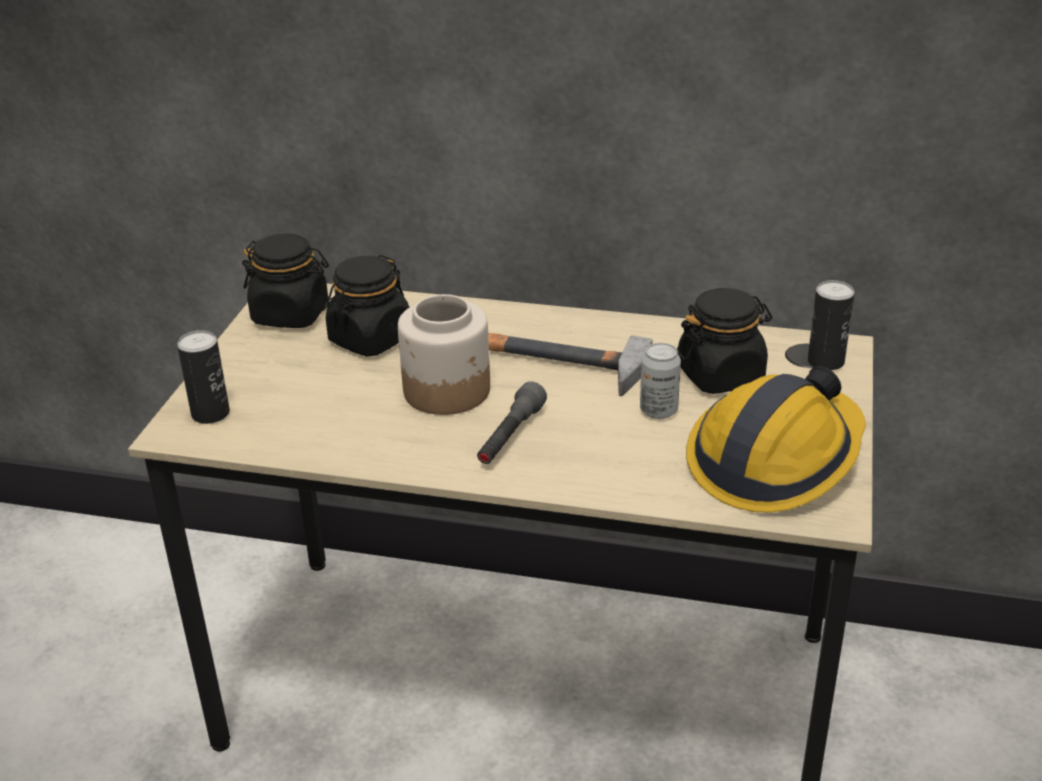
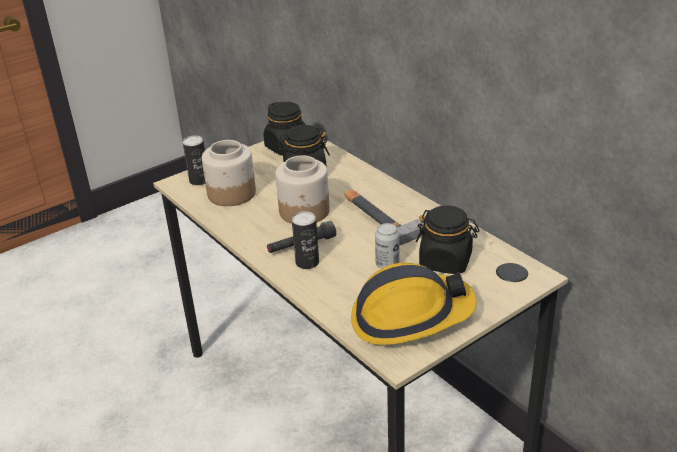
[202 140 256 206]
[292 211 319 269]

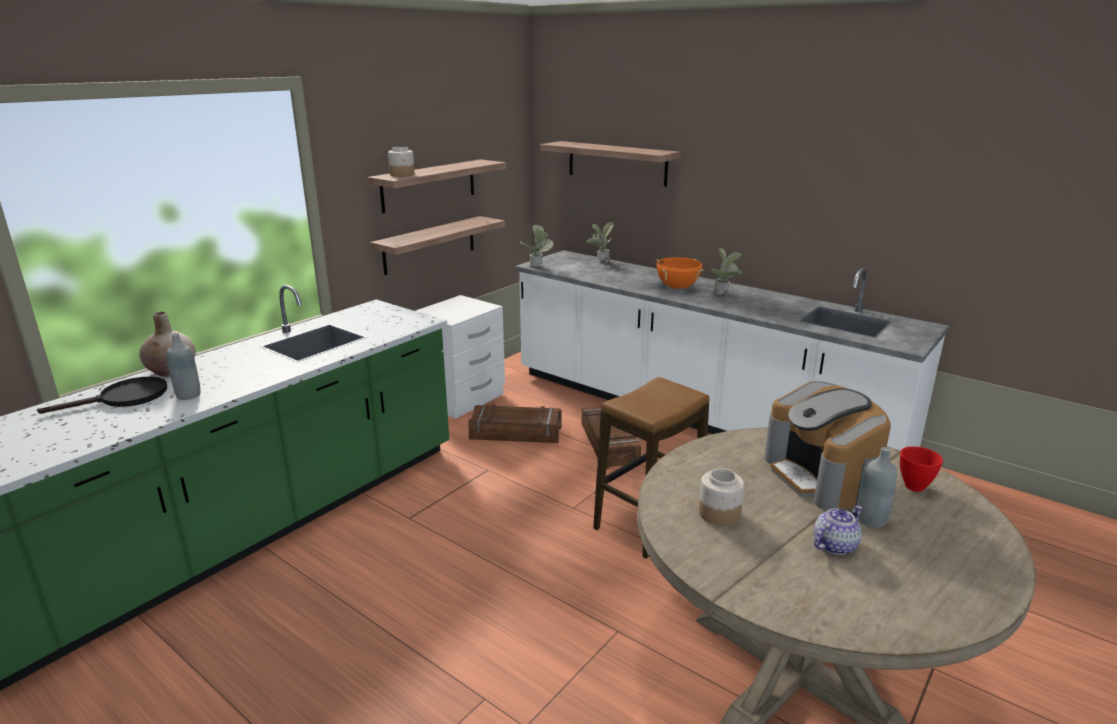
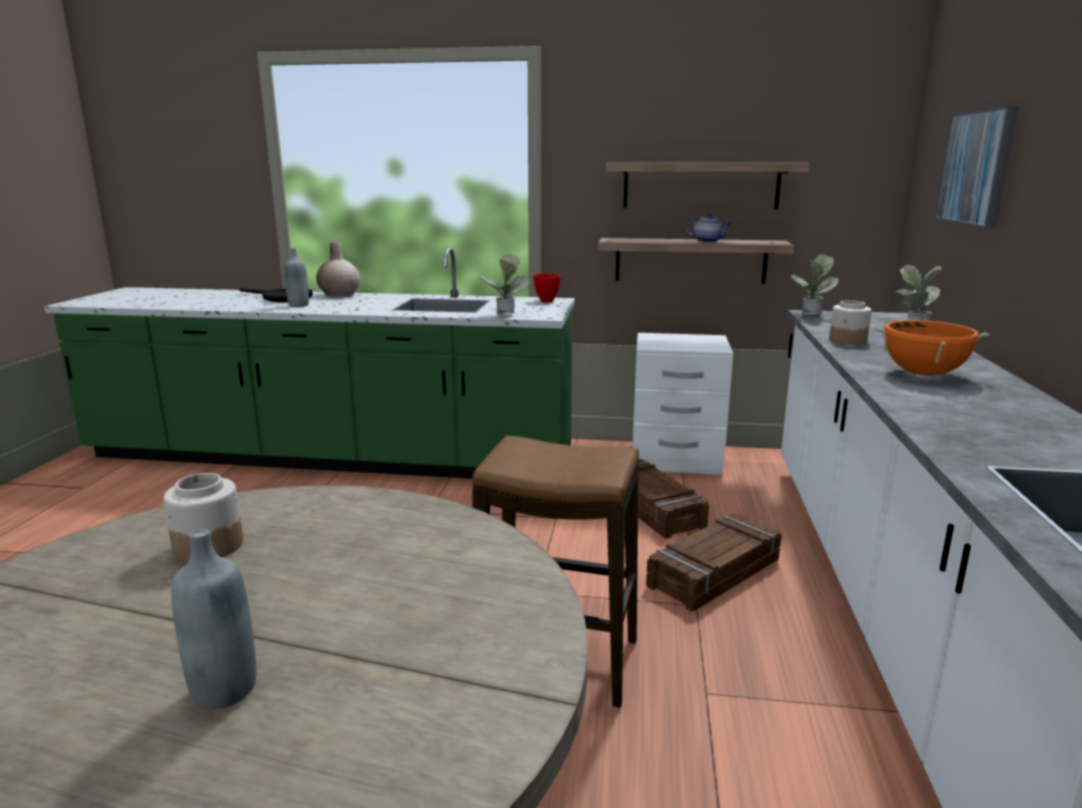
[764 381 891 511] (first image)
[829 300 872 345]
[481 254 529 315]
[685 213 733 243]
[533 273 561 302]
[934 106 1019 229]

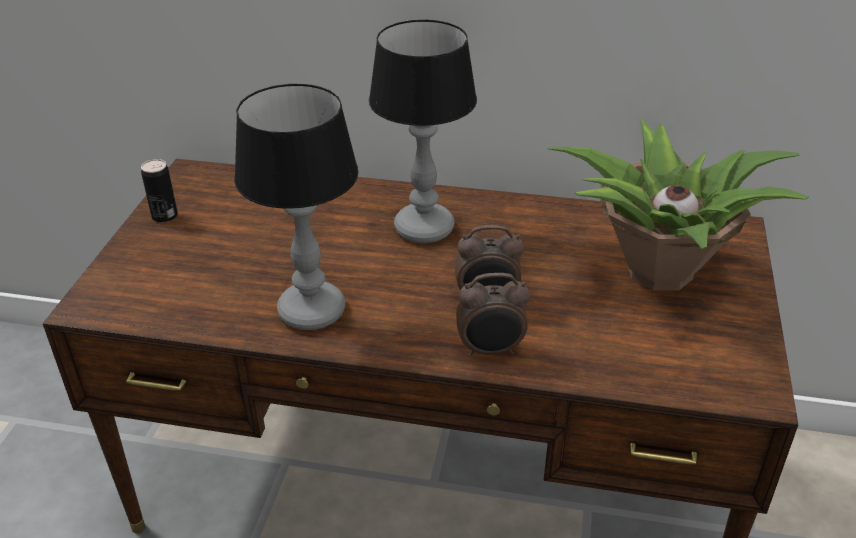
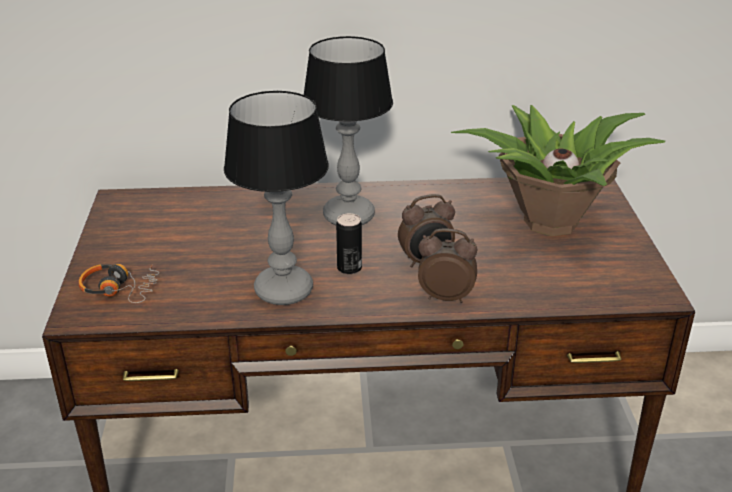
[79 264 159 303]
[336 213 362 274]
[418 228 477 303]

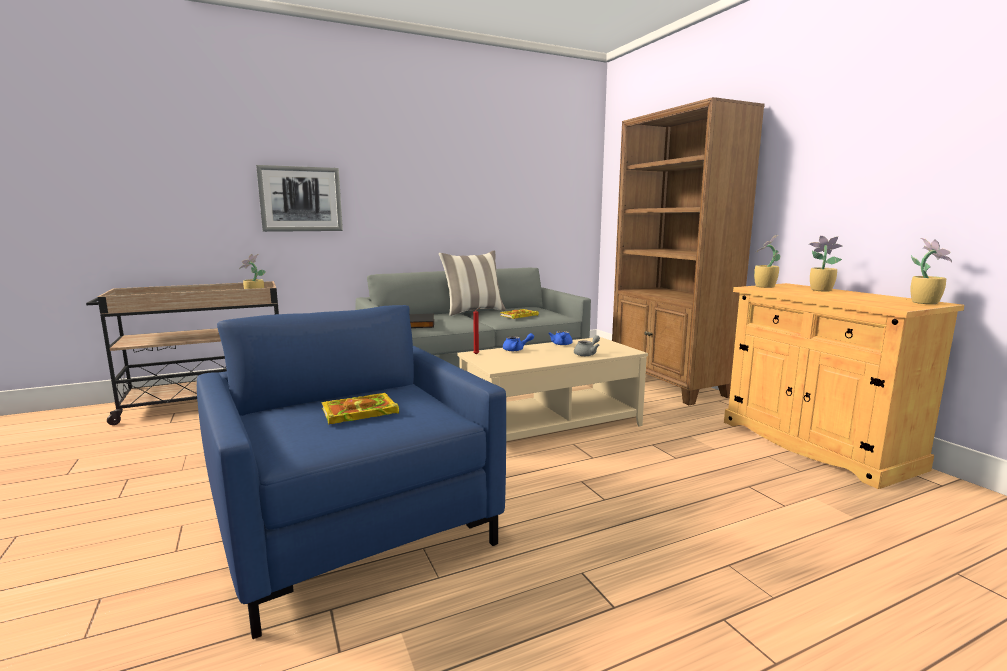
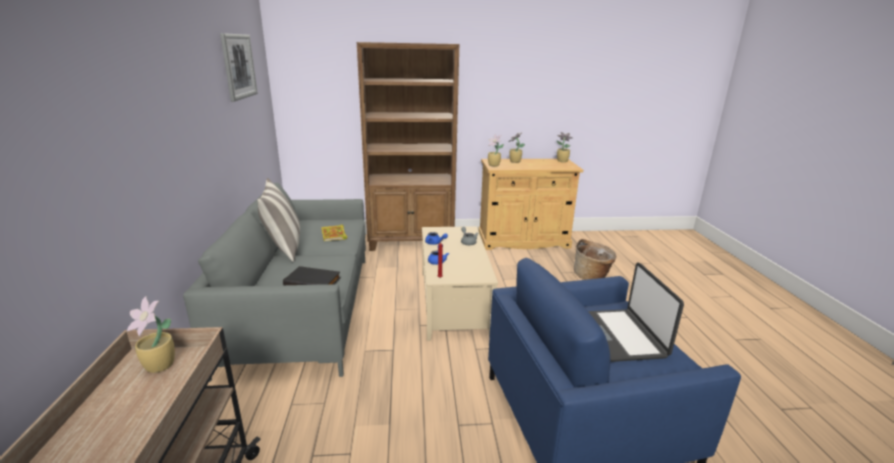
[574 239 616 280]
[220 33 258 102]
[588 262 684 362]

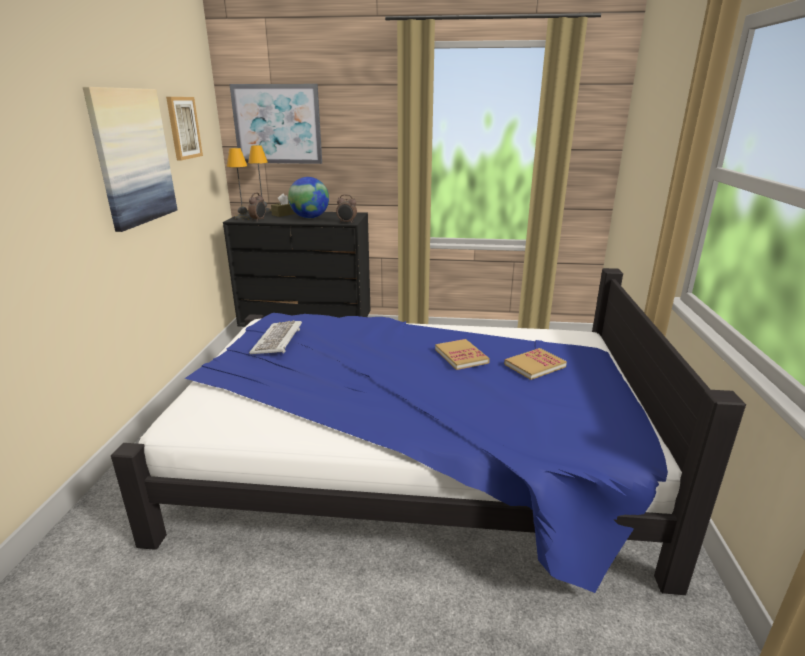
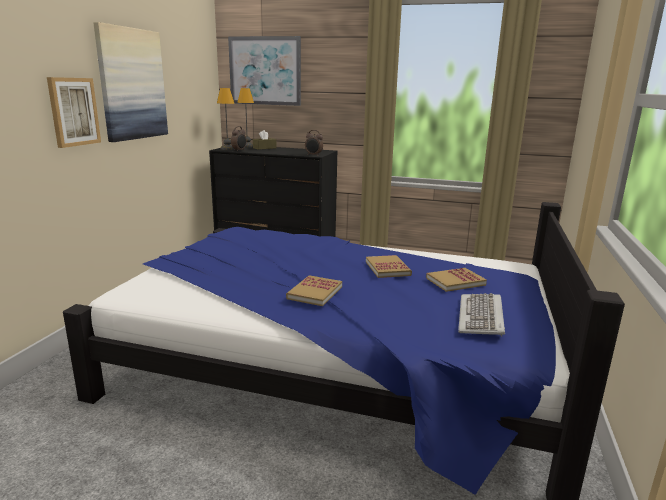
[288 177 329 218] (first image)
[286 275 342 306]
[47 77 101 148]
[458 293 505 336]

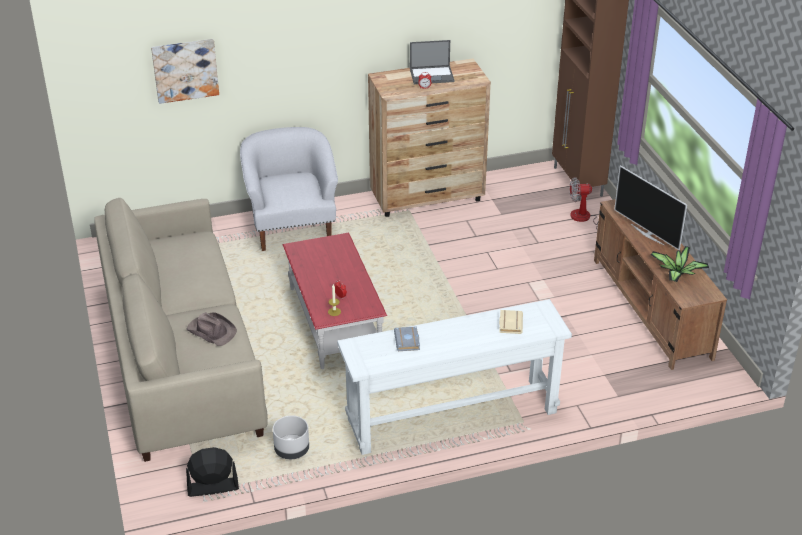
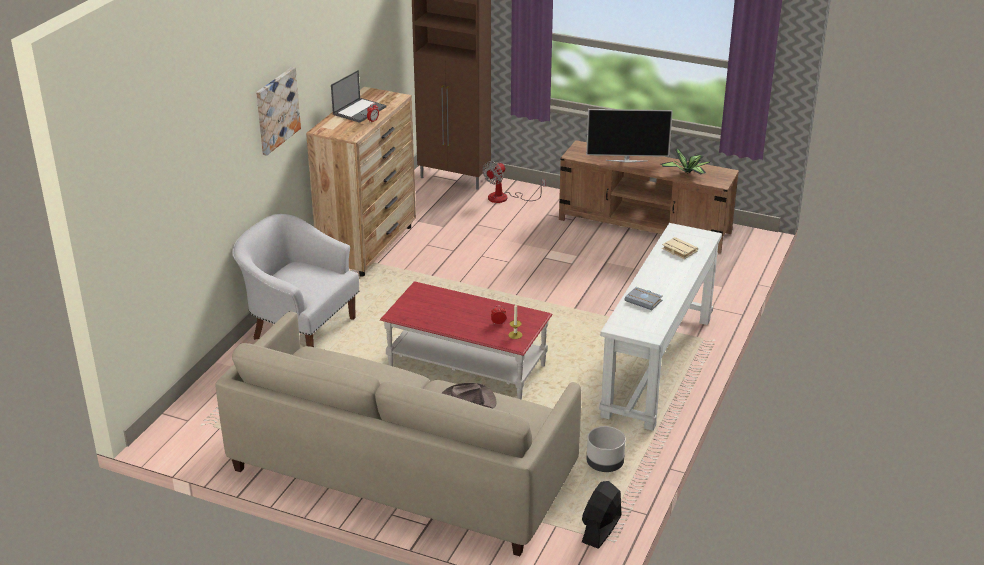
[256 67 301 156]

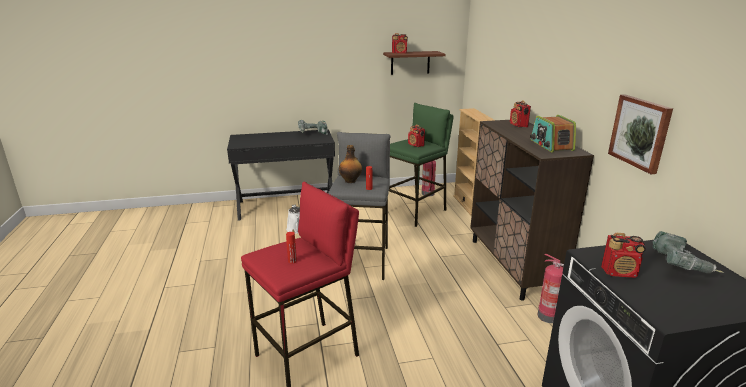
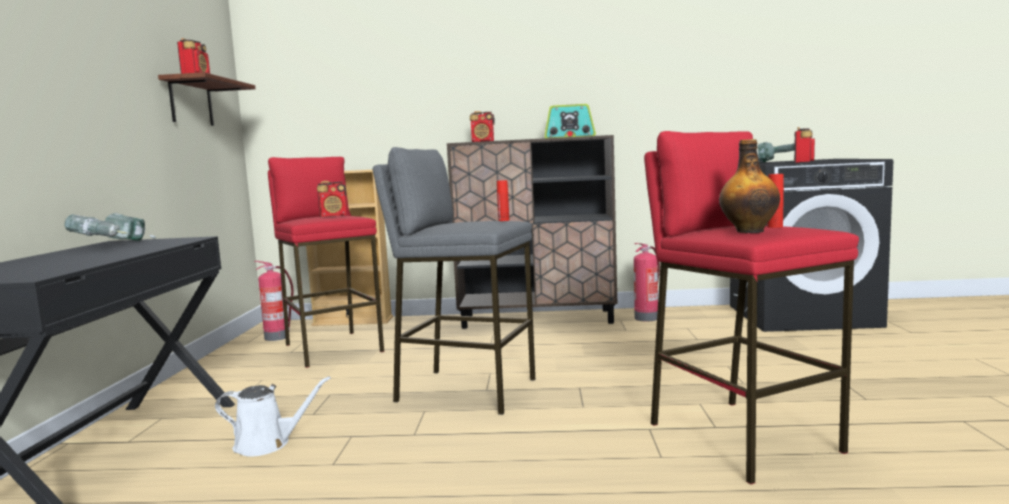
[608 94 673 174] (first image)
[719 139 780 233]
[268 157 384 368]

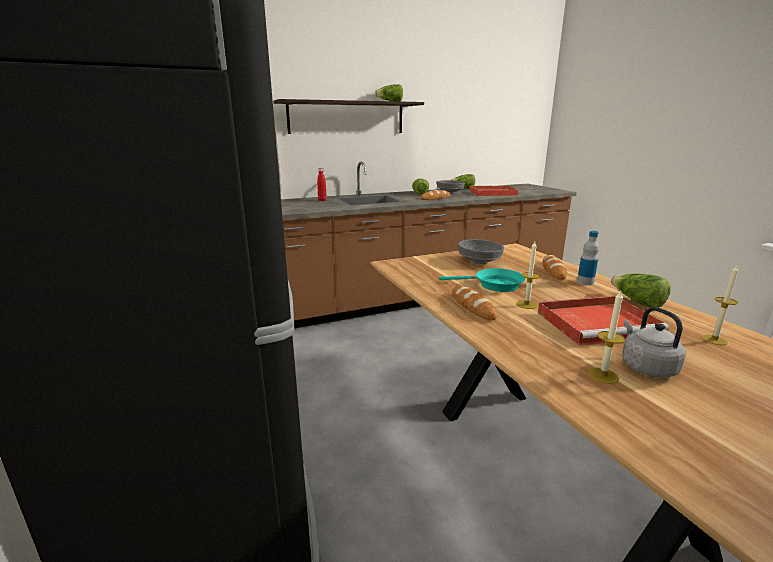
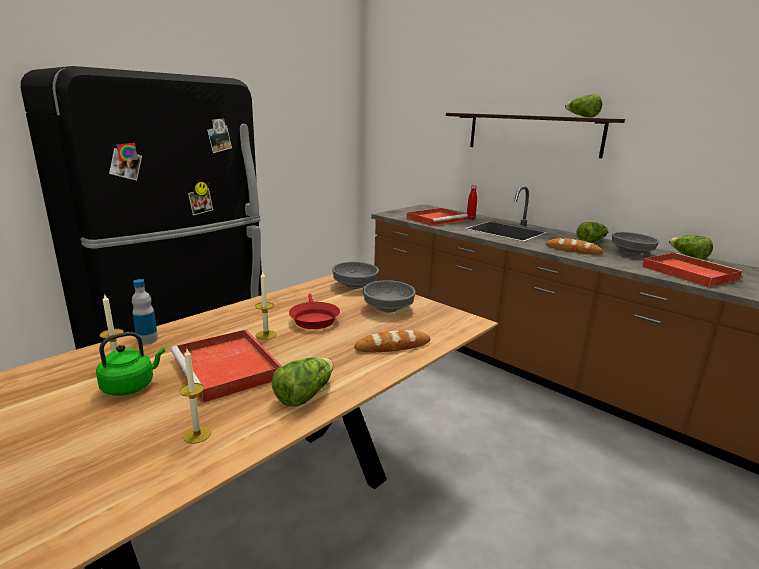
[452 286 497 320] (first image)
[332 262 379 289]
[406 208 468 226]
[132 279 158 345]
[289 294 340 329]
[96 332 165 396]

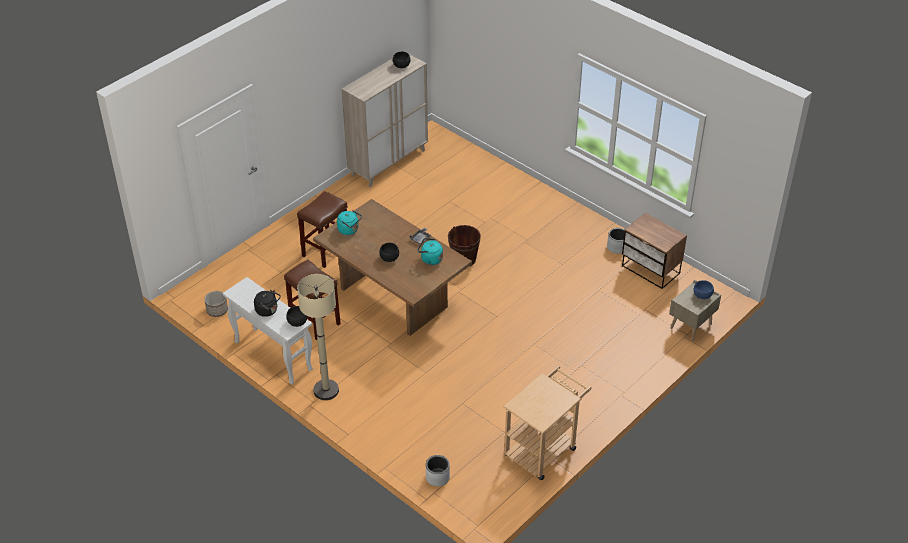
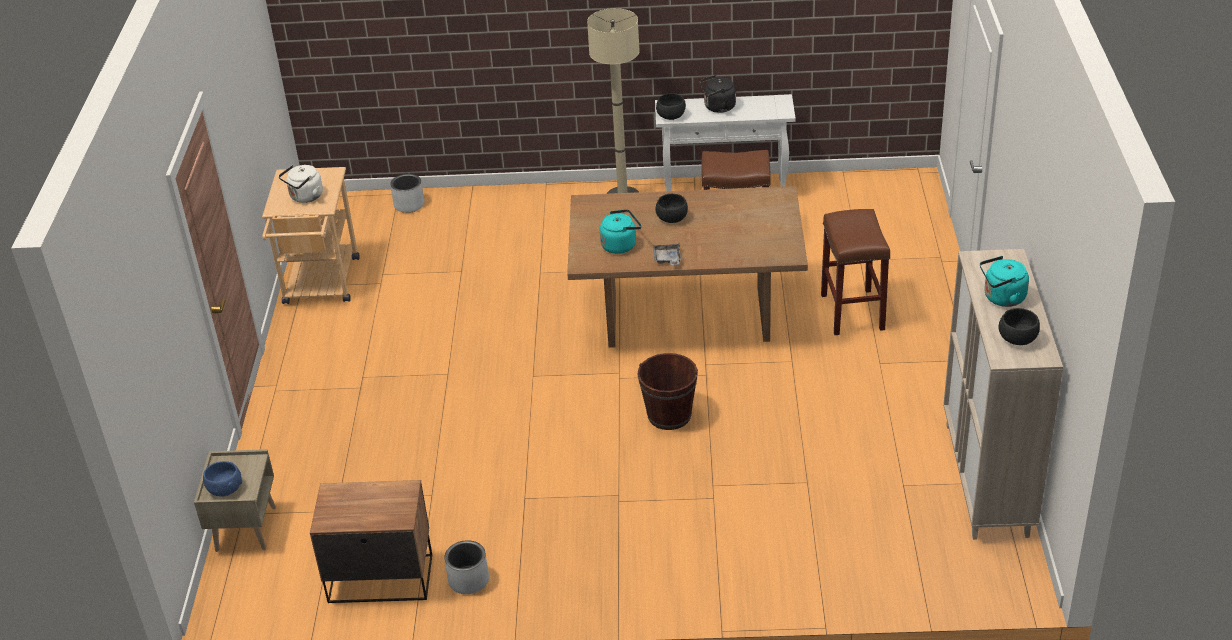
[204 291 228 317] (first image)
[278 165 323 203]
[980 256 1029 307]

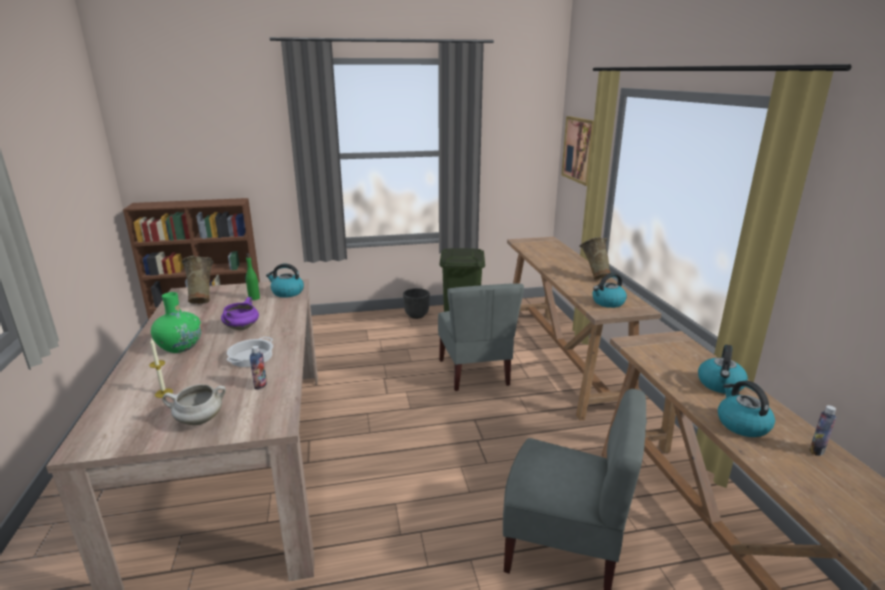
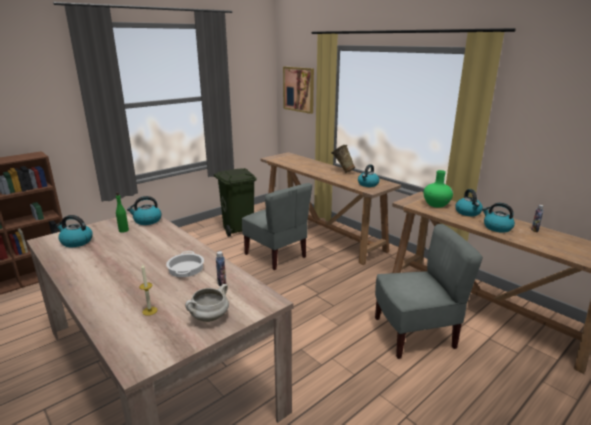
[221 297 259 330] (first image)
[403 288 430 319] (first image)
[424 170 453 208]
[55 215 93 247]

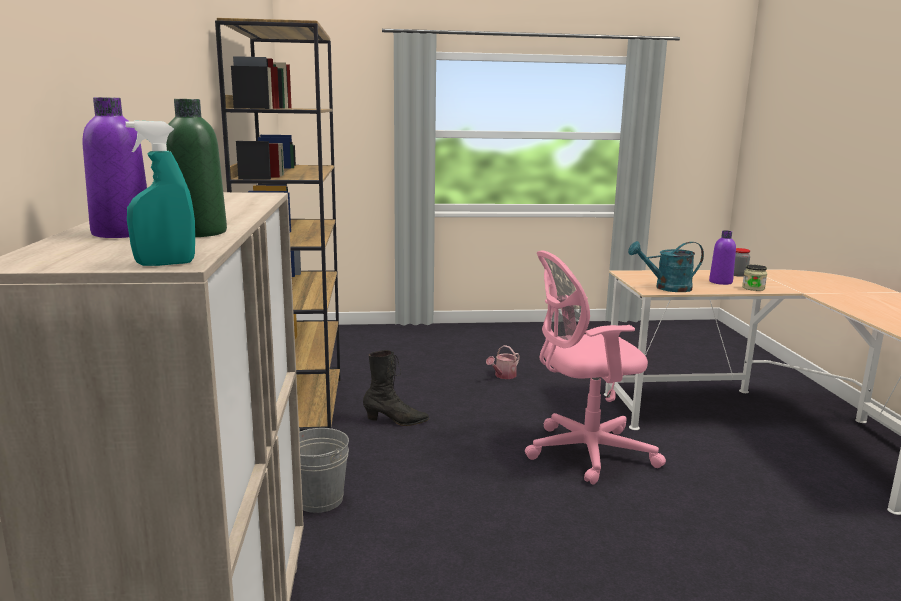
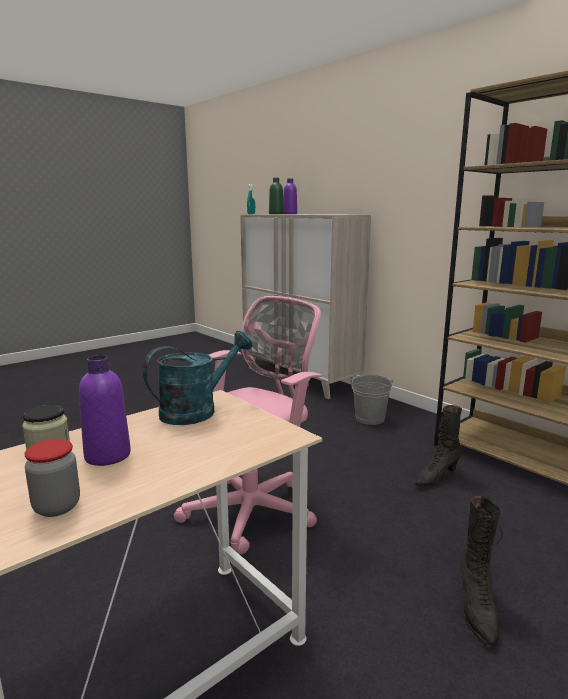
[461 495 502 647]

